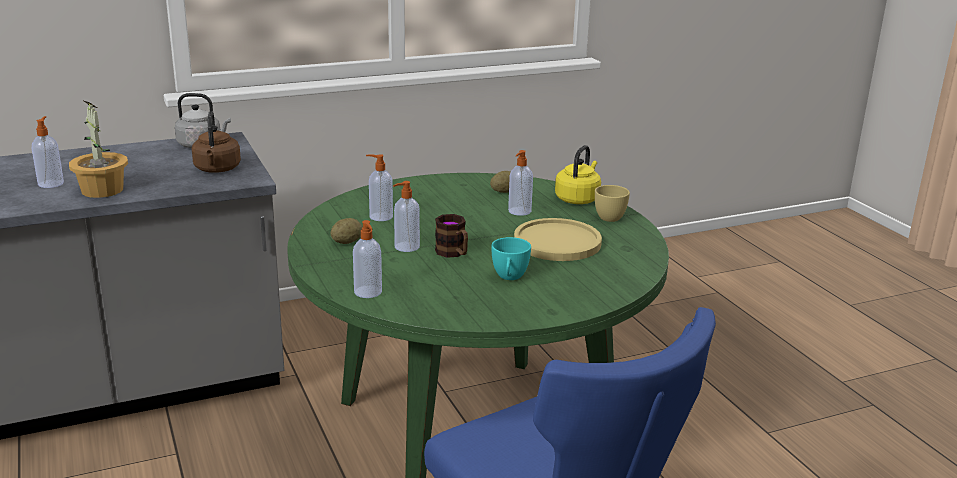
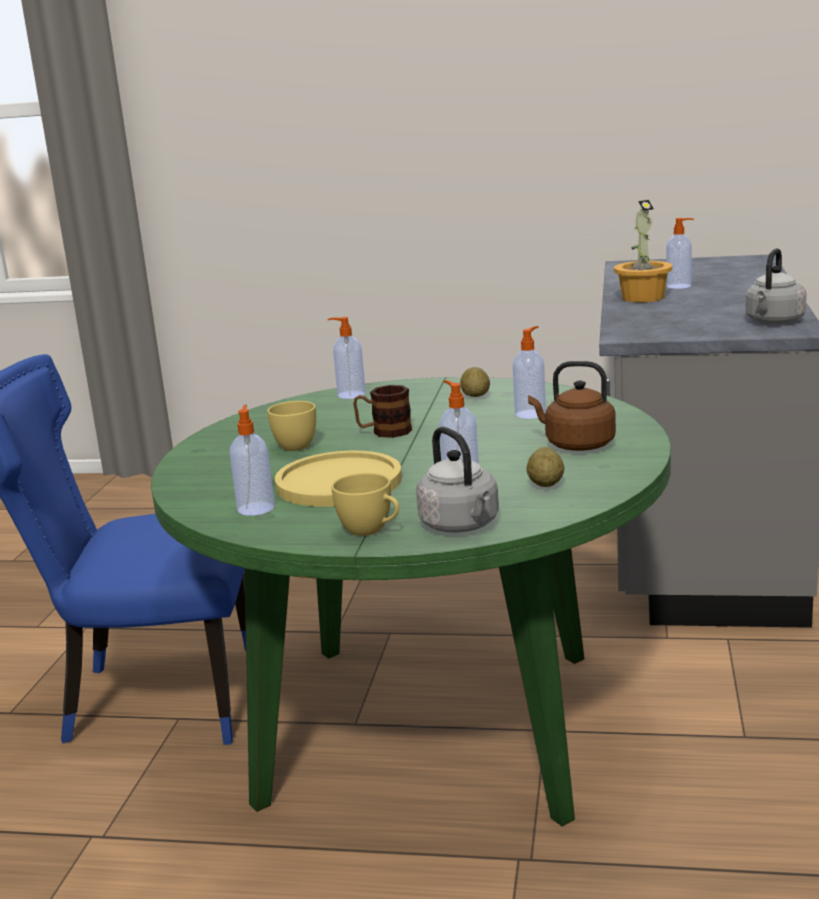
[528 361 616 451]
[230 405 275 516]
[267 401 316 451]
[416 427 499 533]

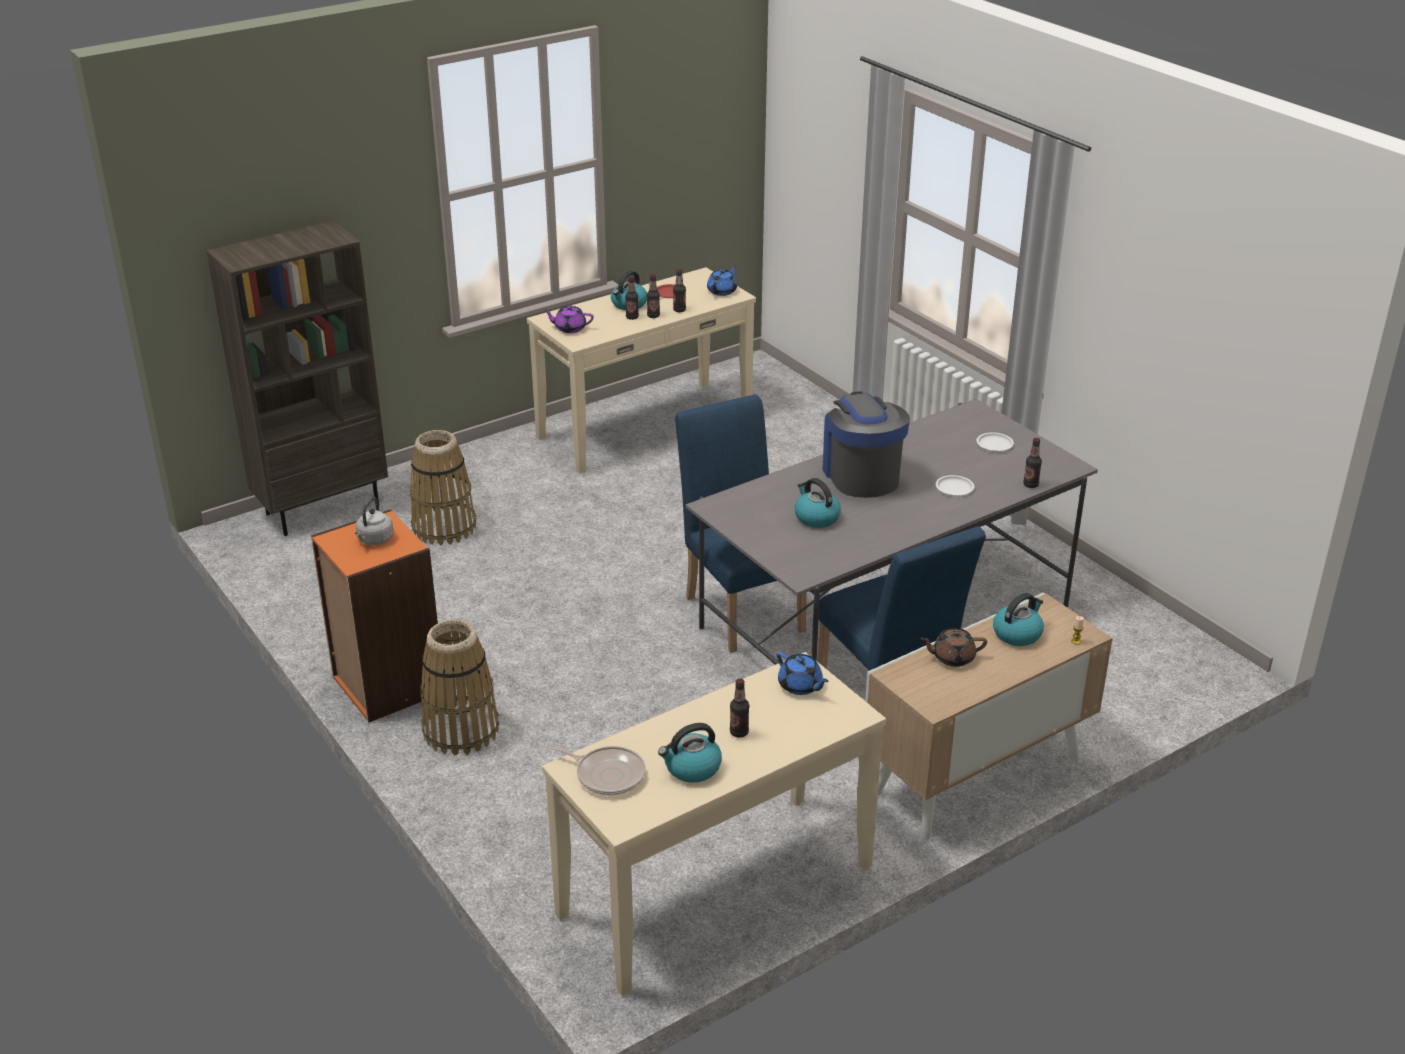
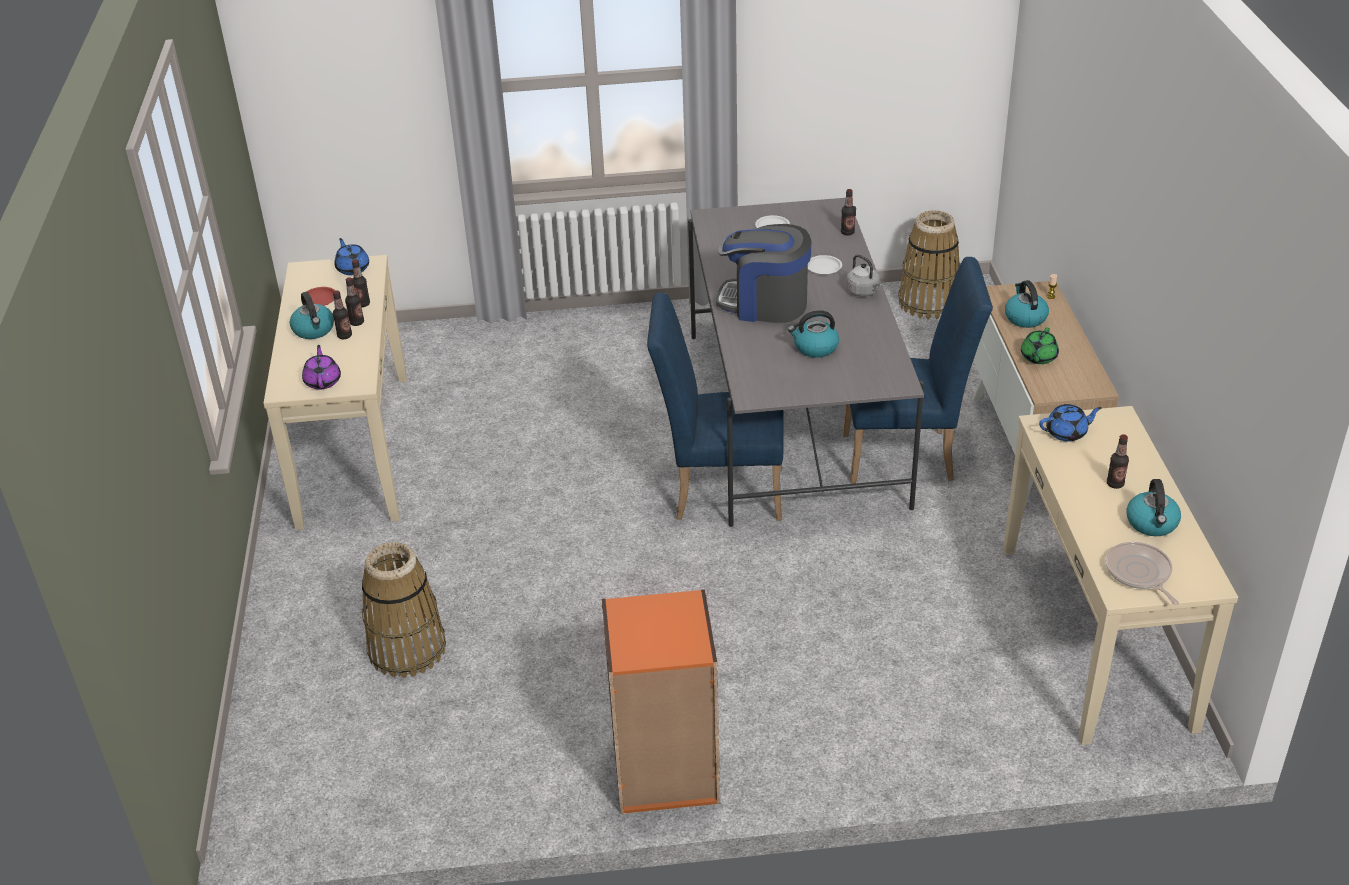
[206 220 388 536] (first image)
[846 254 882 296]
[898 210 960 319]
[1021 327 1059 364]
[302 345 341 390]
[1105 542 1179 605]

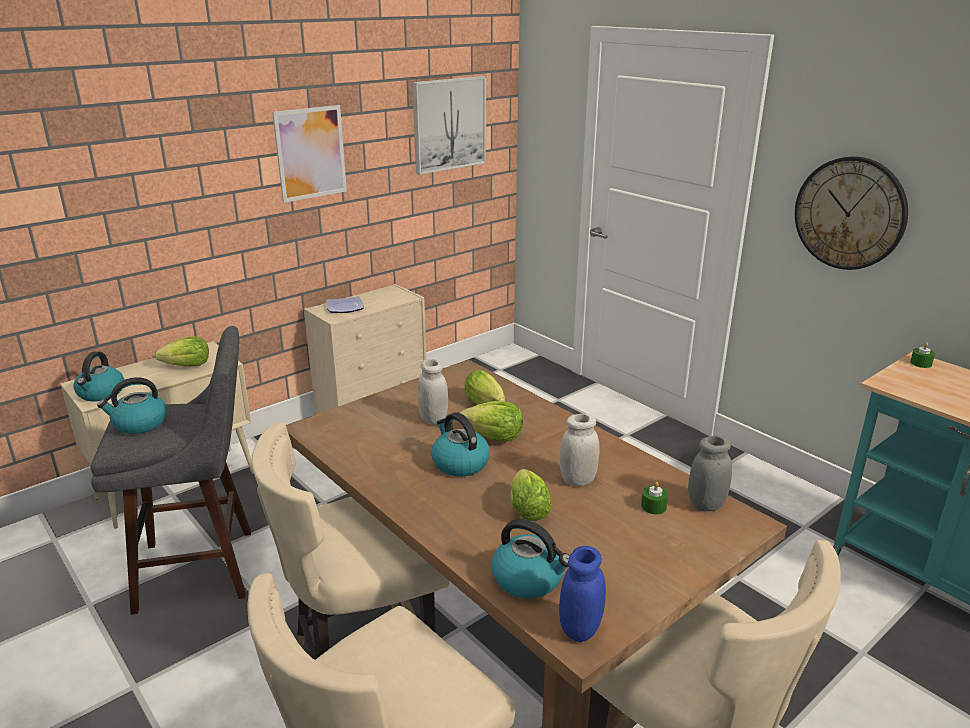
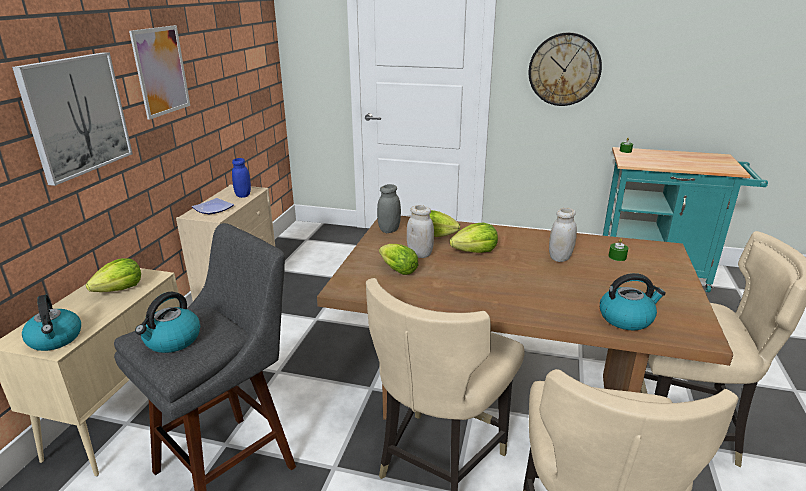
[431 412 490 477] (first image)
[12 52 133 186]
[379 244 418 275]
[232 158 251 198]
[377 184 401 233]

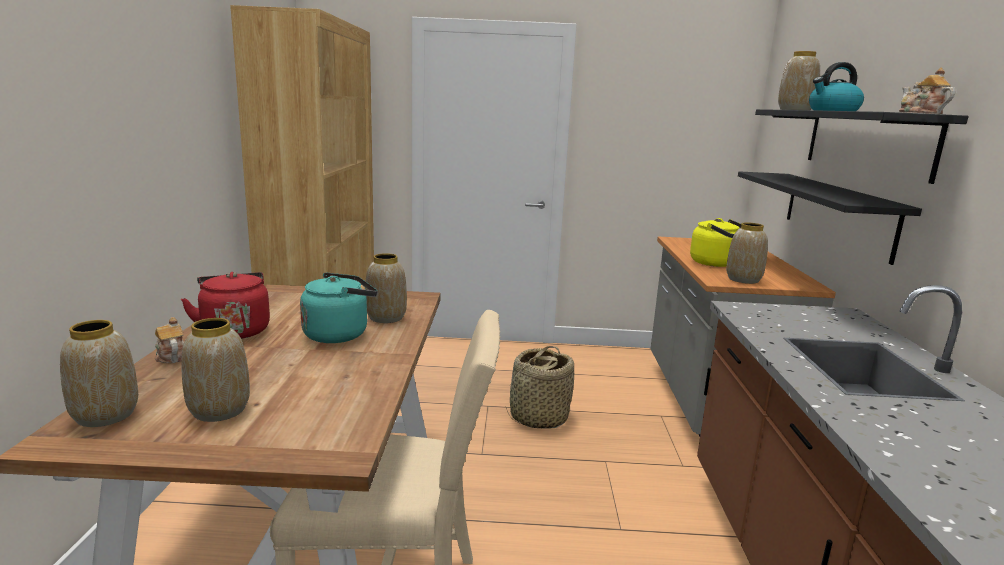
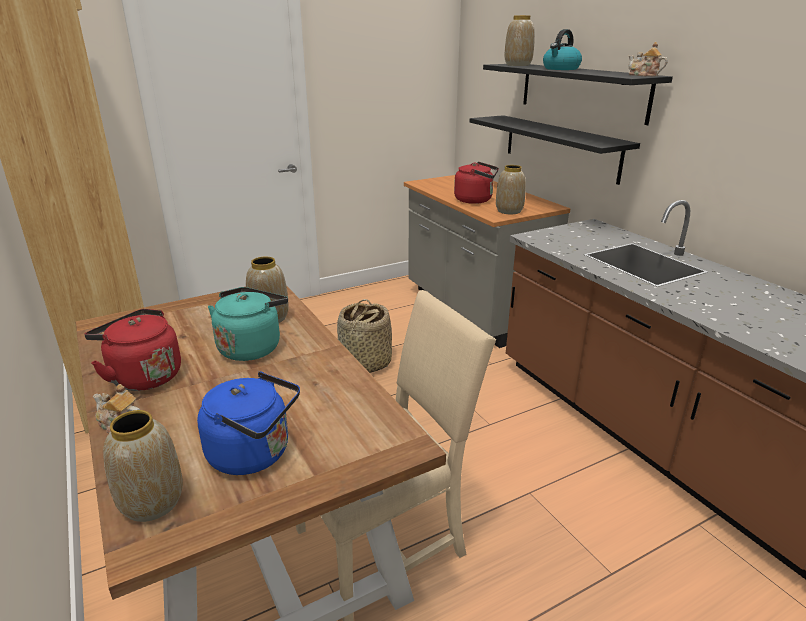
[197 372 300 475]
[454 162 499 204]

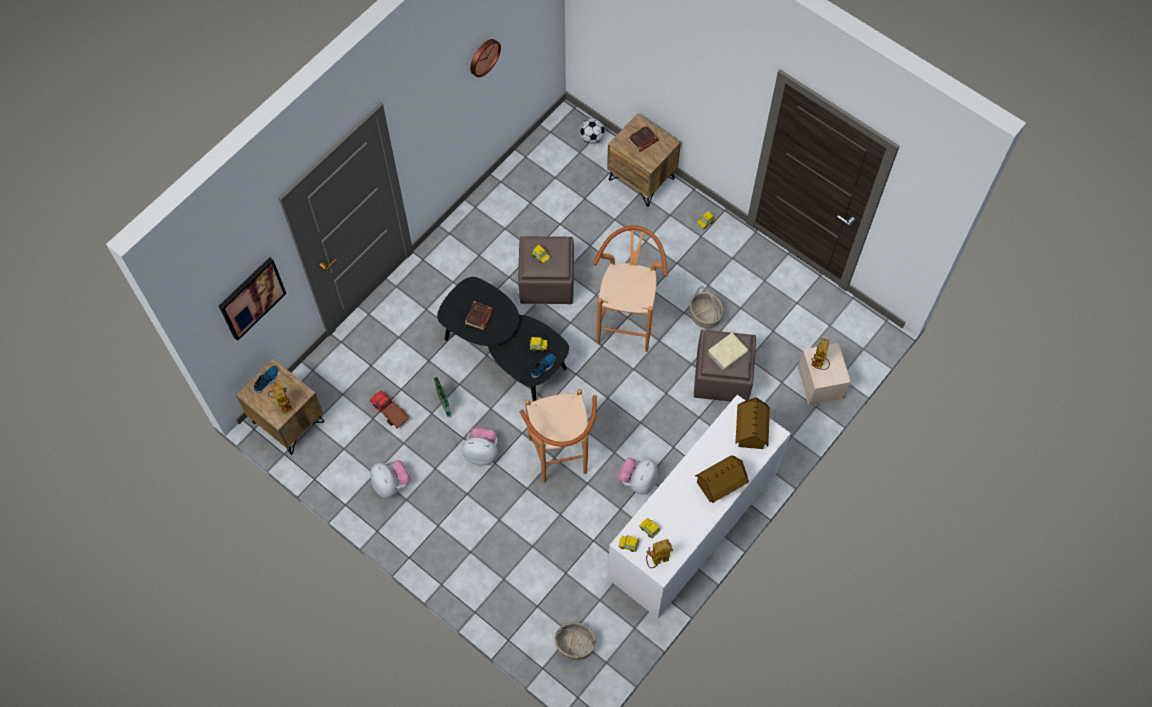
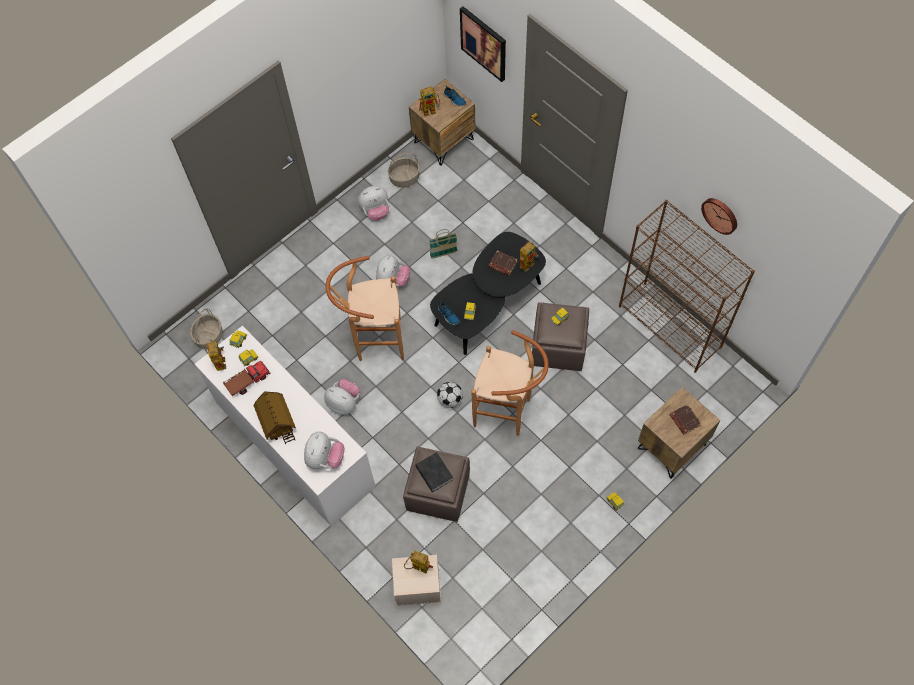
[520 242 539 272]
[619 200 755 373]
[223 361 270 396]
[437 382 463 408]
[388 152 420 187]
[304 431 344 469]
[415 452 453 492]

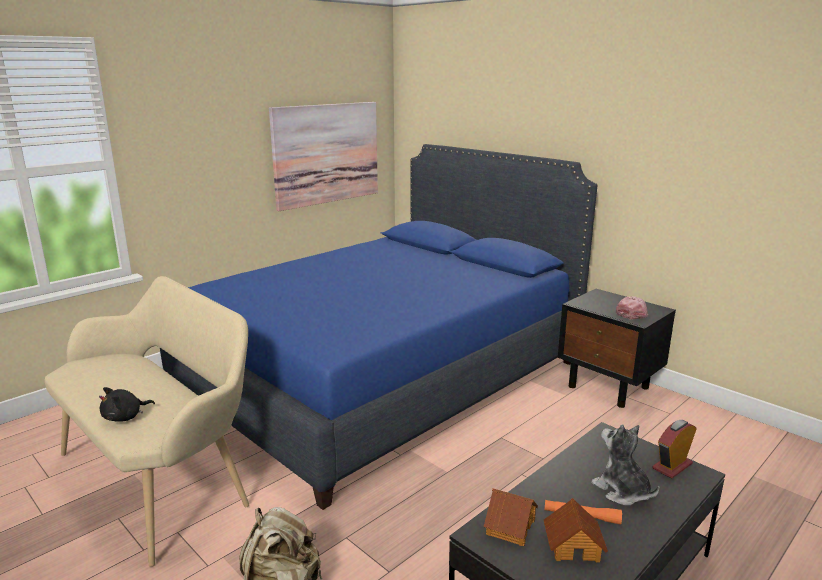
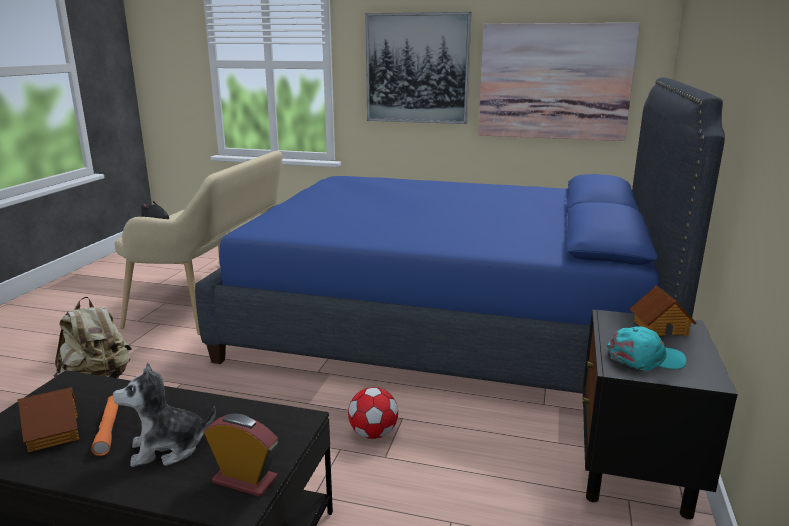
[348 387 398 439]
[365 12 472 124]
[630 285 696 336]
[607 326 686 371]
[113 363 216 467]

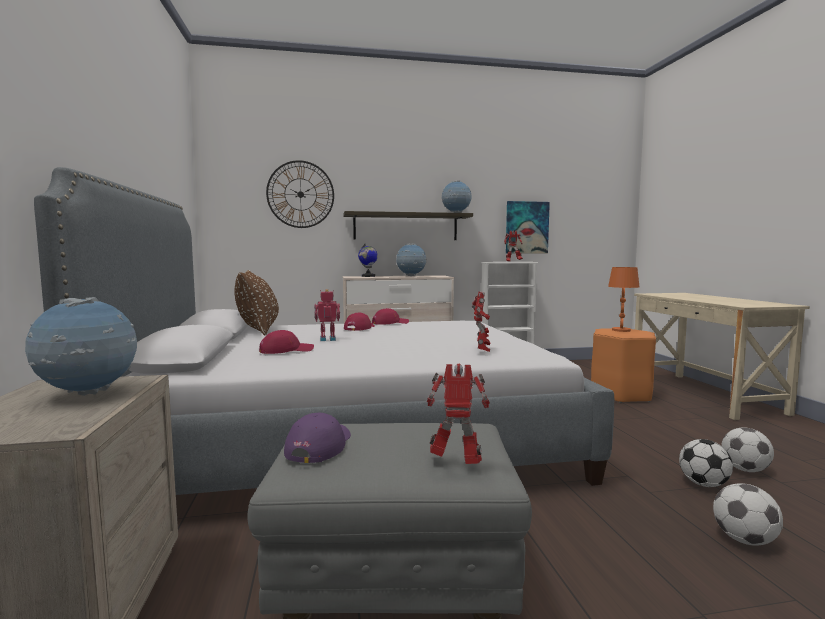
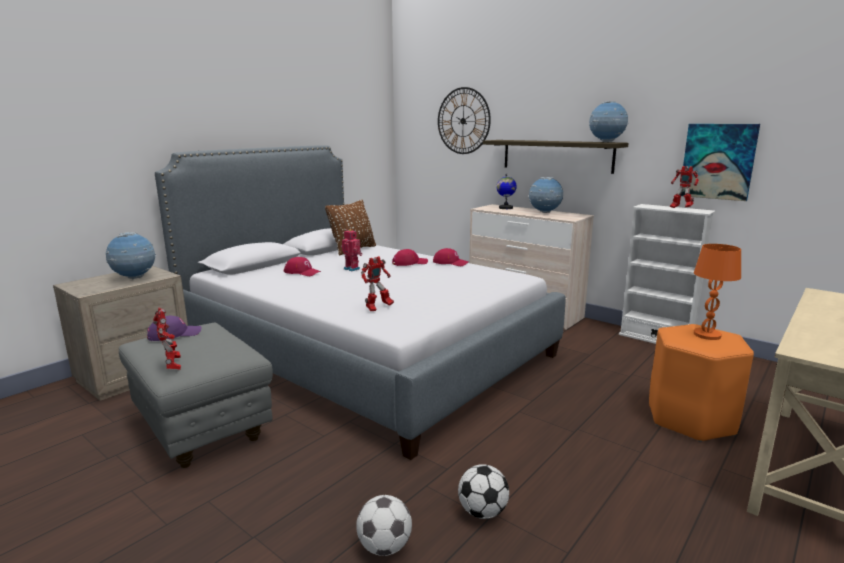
[721 427 774 472] (first image)

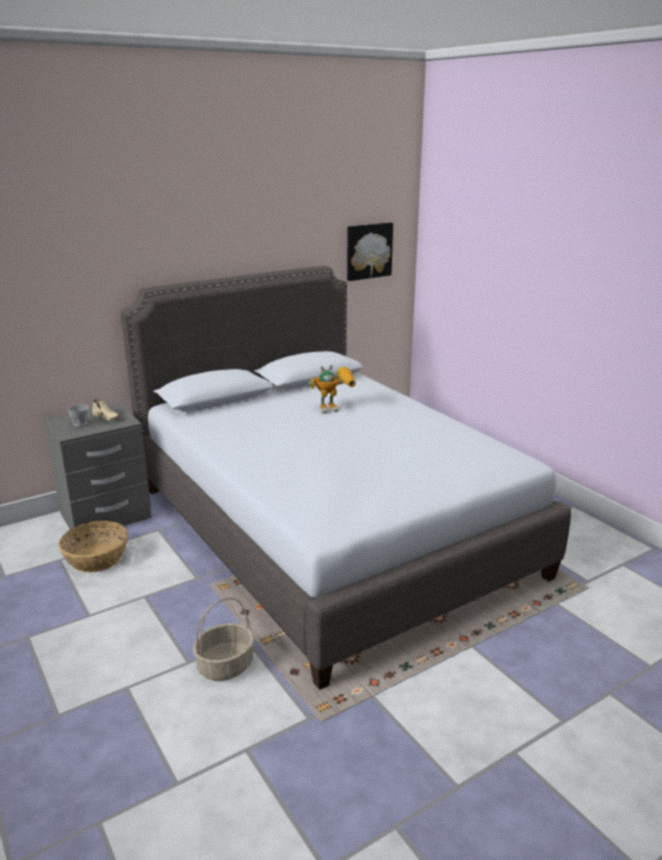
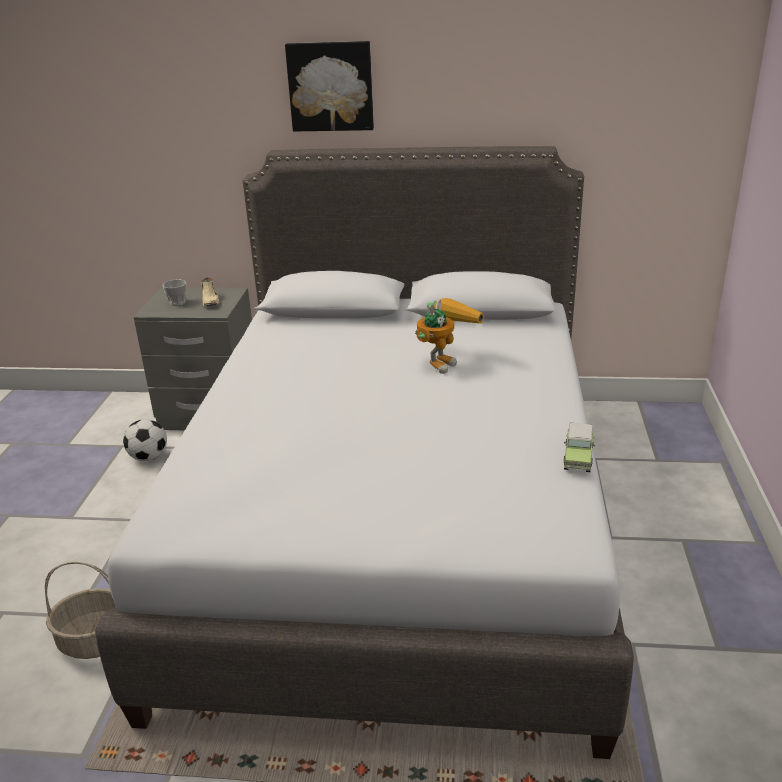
[564 423 595 472]
[285 41 374 132]
[123 419 167 461]
[415 298 484 374]

